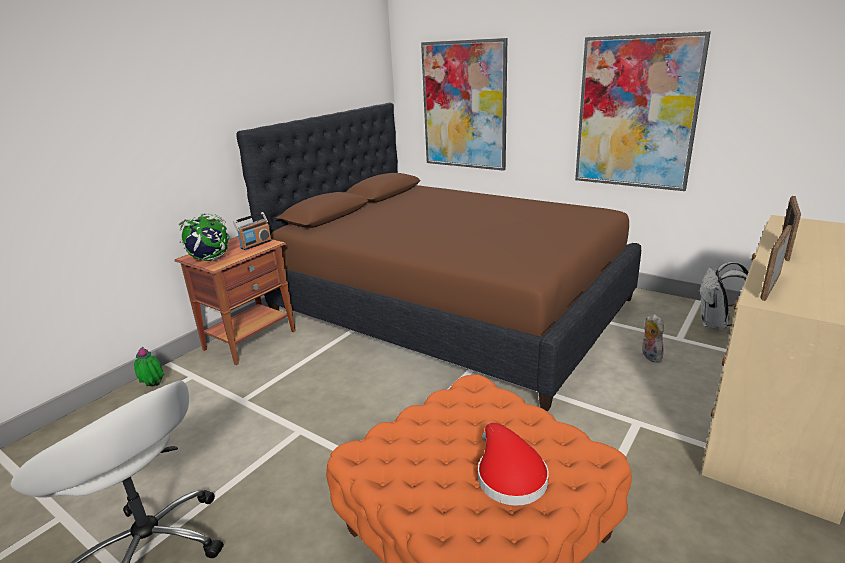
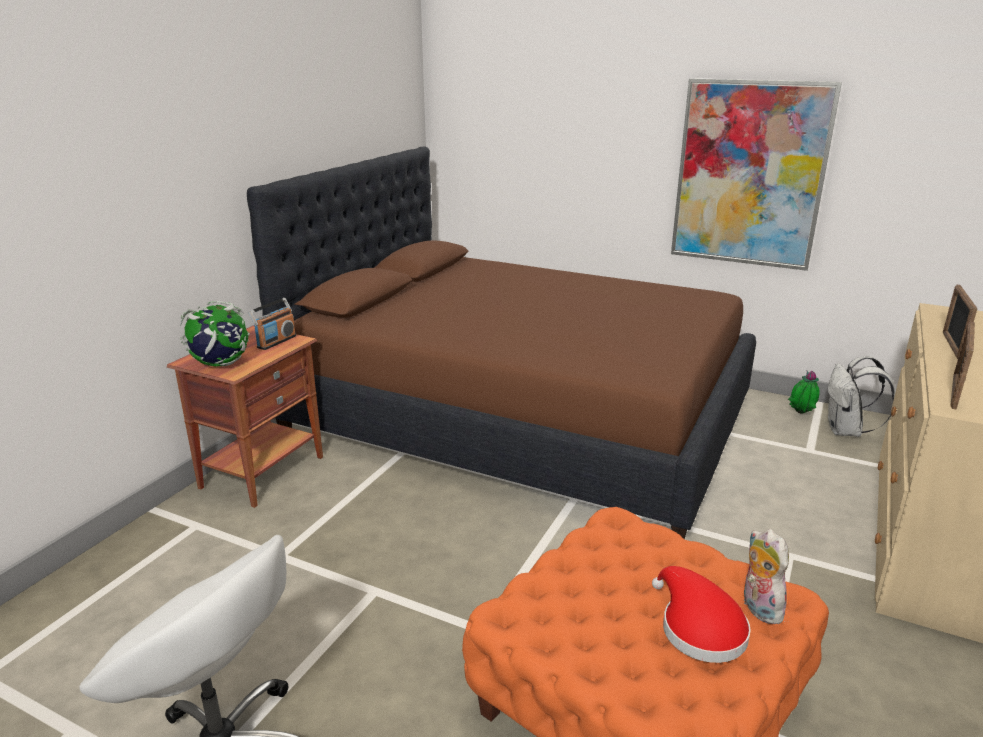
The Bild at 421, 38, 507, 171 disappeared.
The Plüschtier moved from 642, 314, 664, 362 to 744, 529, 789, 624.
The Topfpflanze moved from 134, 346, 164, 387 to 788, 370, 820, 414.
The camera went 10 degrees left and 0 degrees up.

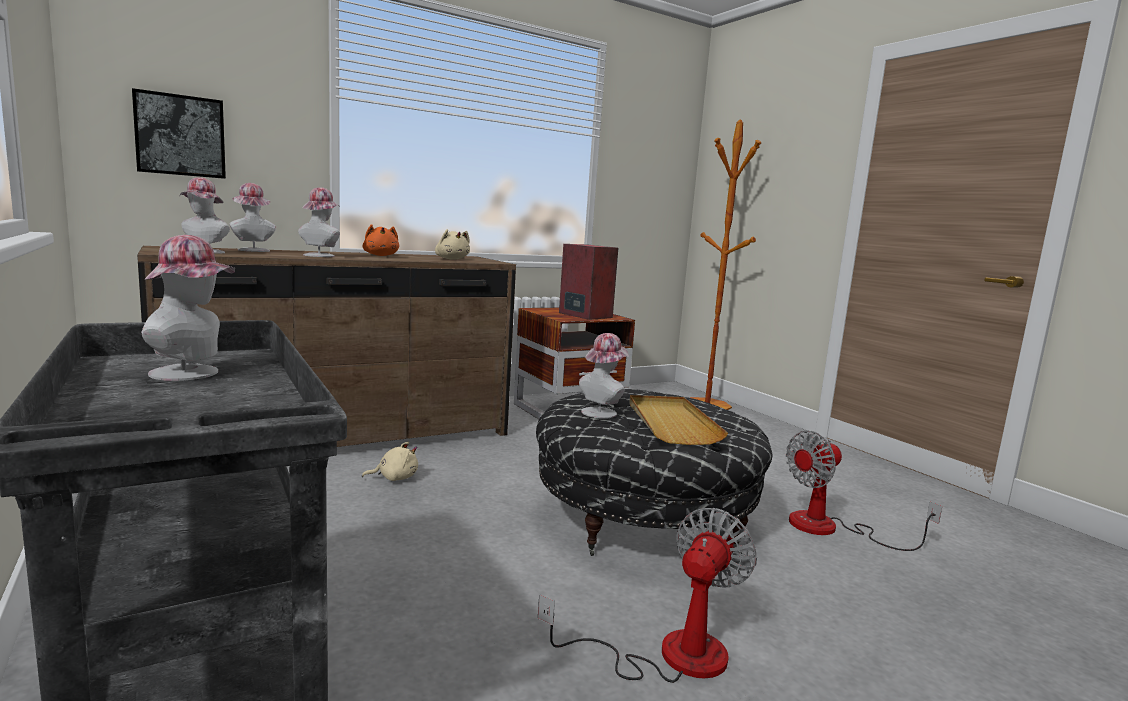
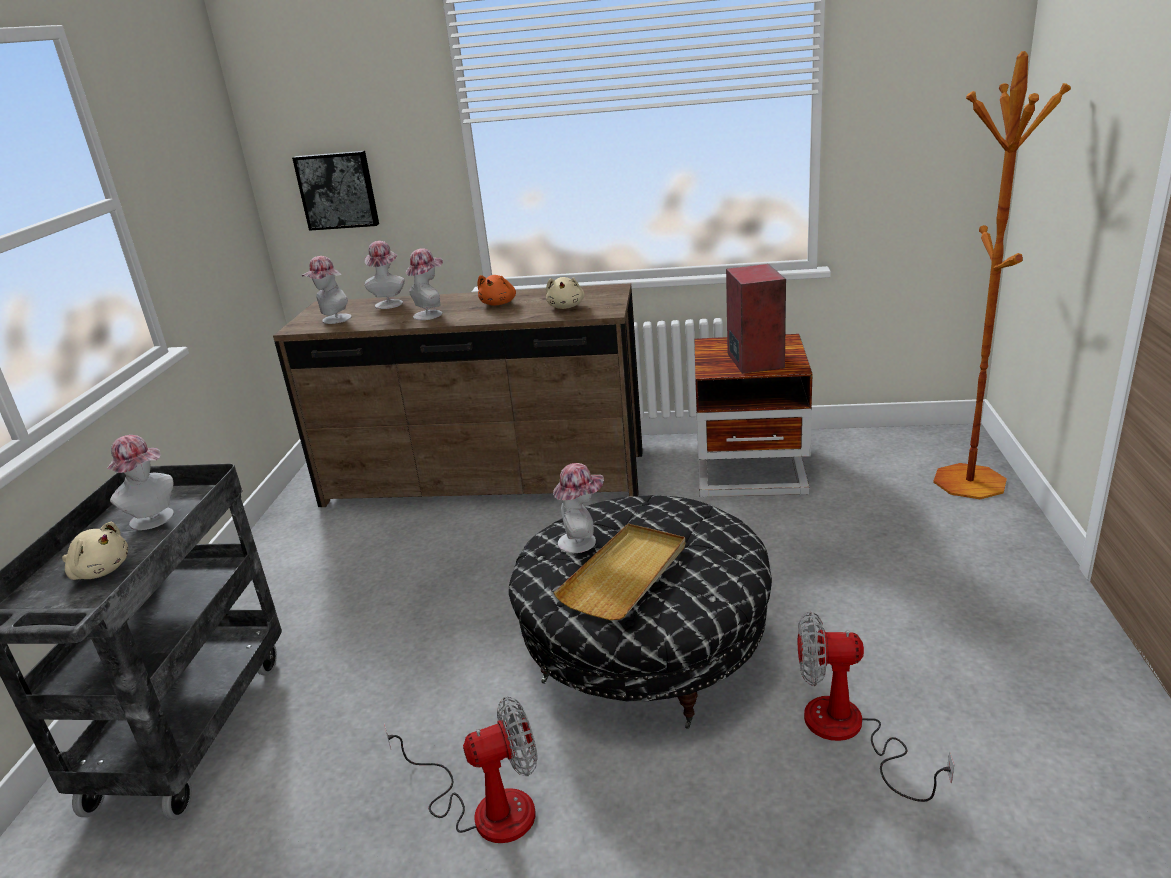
The Plüschtier (beige) moved from 362, 441, 418, 481 to 62, 522, 128, 580.
The camera went 40 degrees right and 15 degrees up.

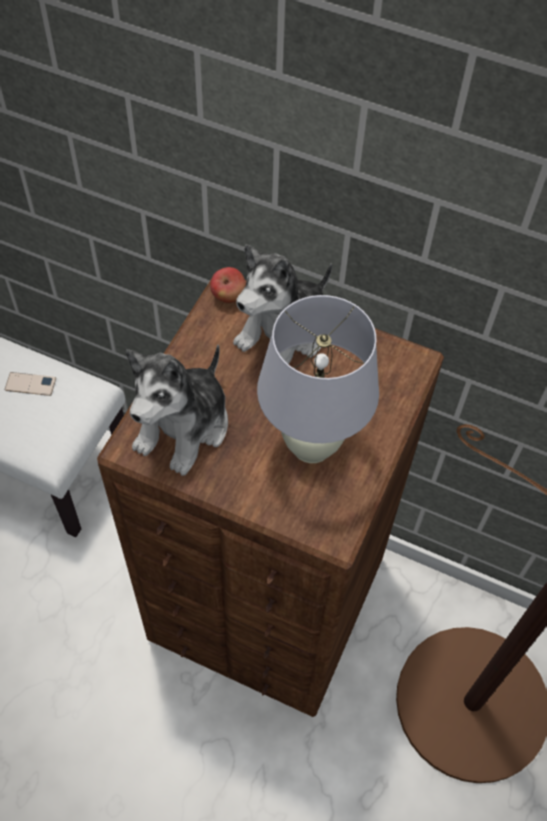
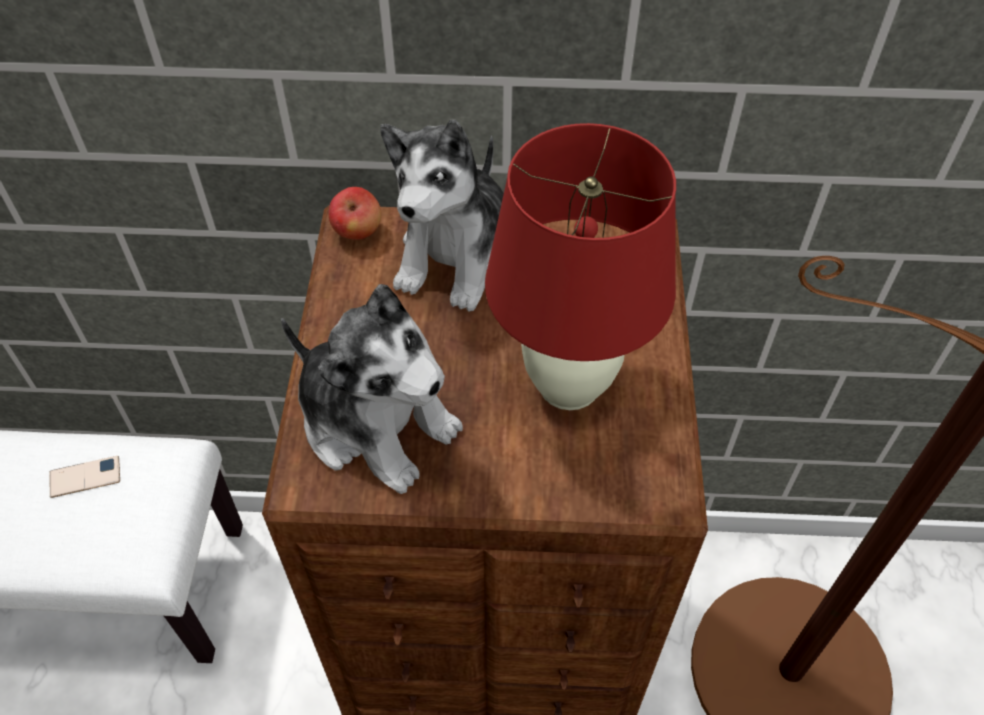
The Tischlampe (weiß) at 257, 295, 379, 463 became the Tischlampe (rot) at 485, 123, 676, 410.
The Plüschtier at 126, 345, 228, 476 turned 60 degrees counterclockwise.
The camera went 20 degrees left and 5 degrees down.

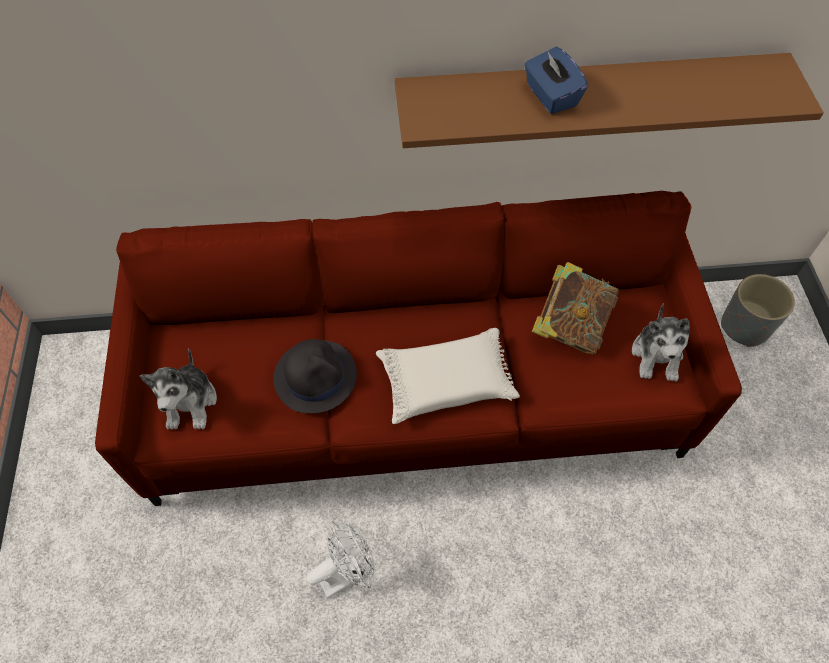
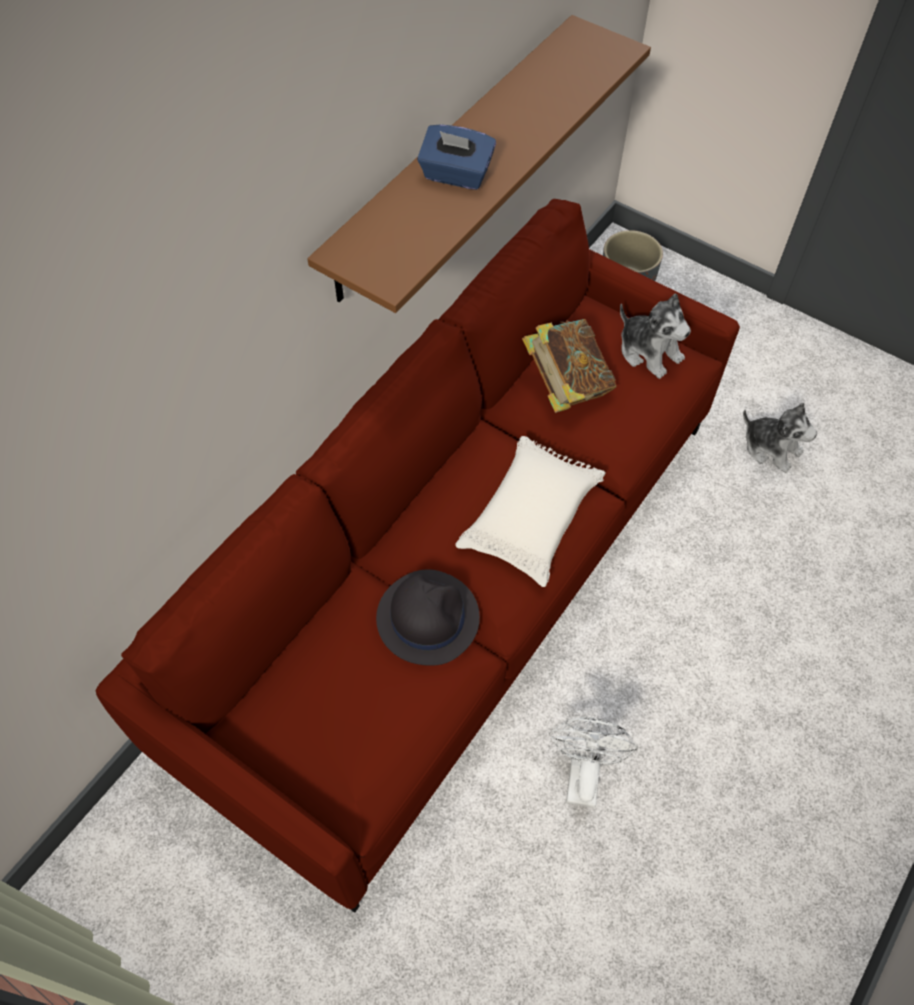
The Plüschtier moved from 140, 349, 217, 430 to 743, 403, 817, 473.
The camera went 50 degrees left and 0 degrees up.

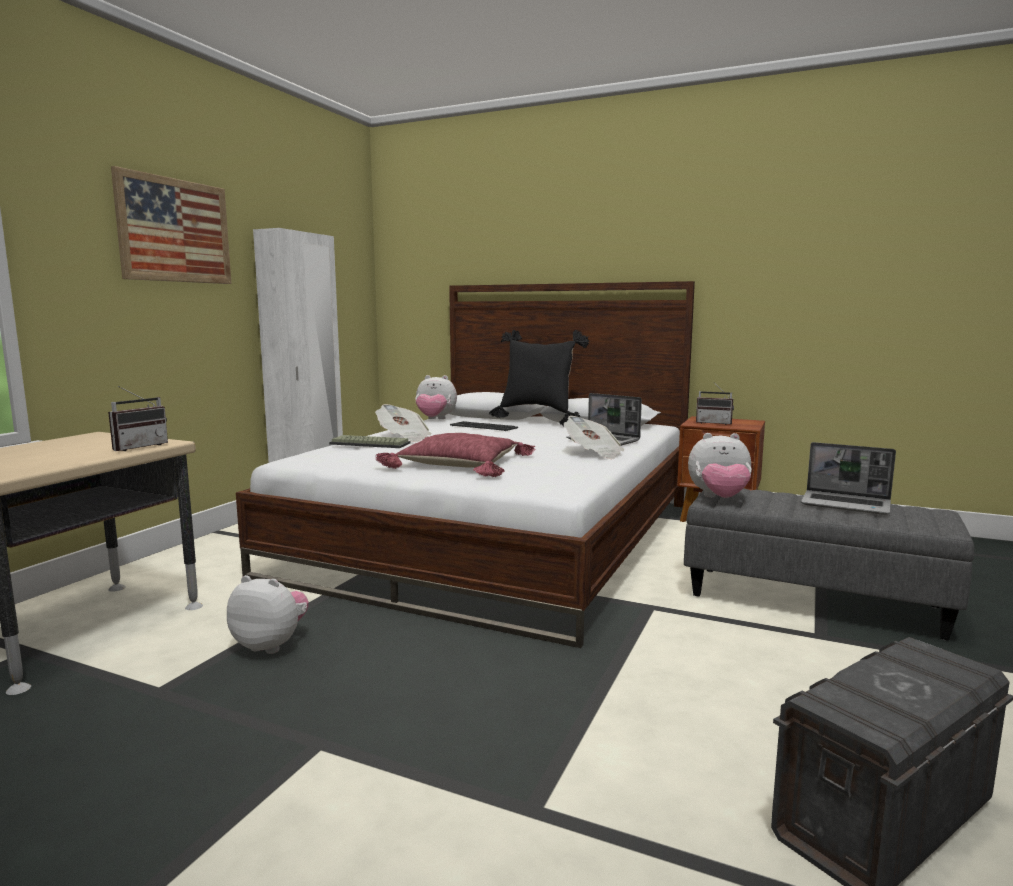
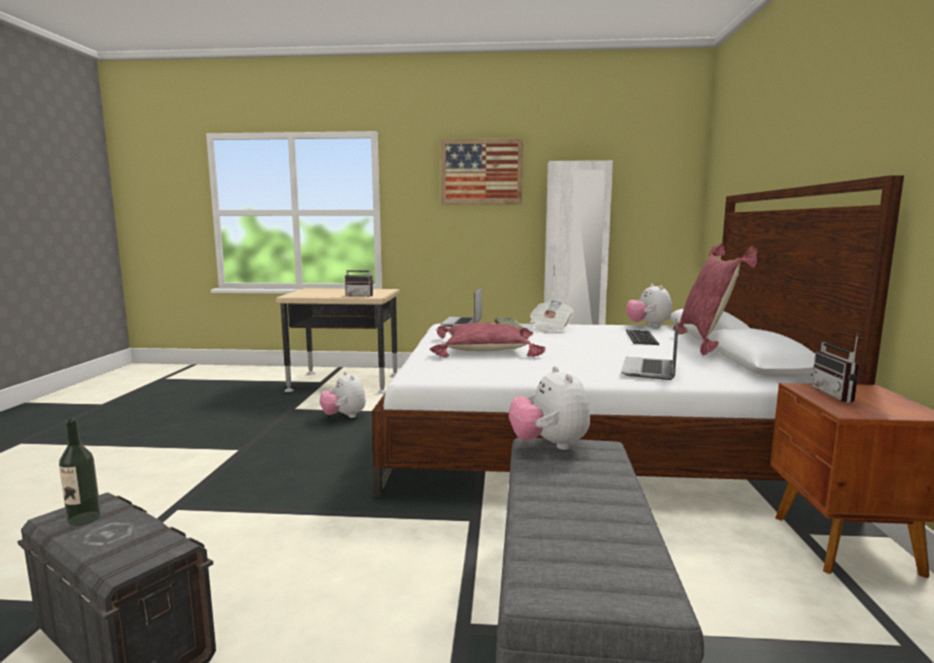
The Kissen (schwarz) at 489, 330, 589, 426 became the Kissen (rot) at 673, 244, 758, 356.
The Zeitung at 564, 416, 624, 459 disappeared.
The Laptop moved from 801, 442, 896, 515 to 441, 287, 482, 327.
The Plüschtier at 227, 575, 309, 654 turned 150 degrees clockwise.
The Flasche at 59, 419, 101, 526 appeared.
The camera went 70 degrees right and 0 degrees up.

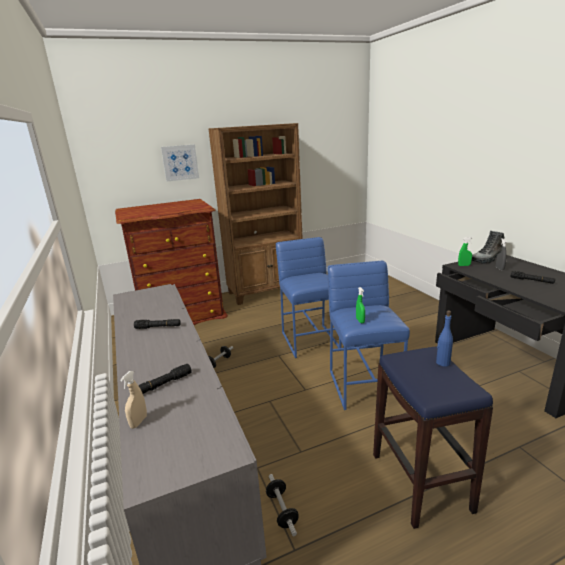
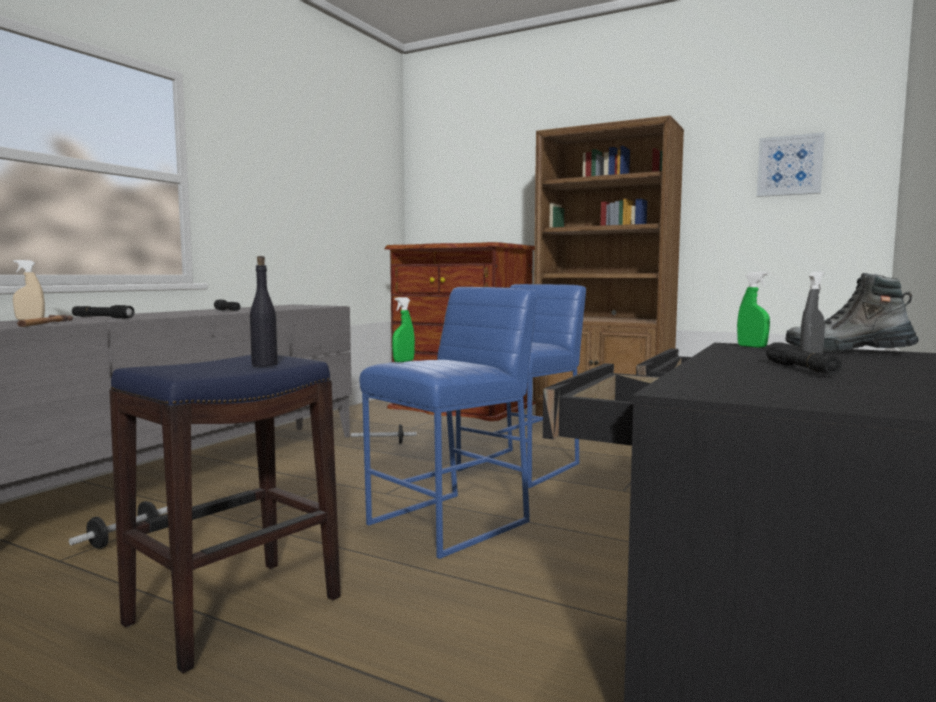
The Bild moved from 161, 145, 199, 181 to 757, 132, 825, 197.
The Flasche (blau) at 436, 310, 453, 367 became the Flasche (schwarz) at 250, 256, 278, 366.
The Hammer at 17, 315, 73, 327 appeared.
The camera went 50 degrees right and 15 degrees down.

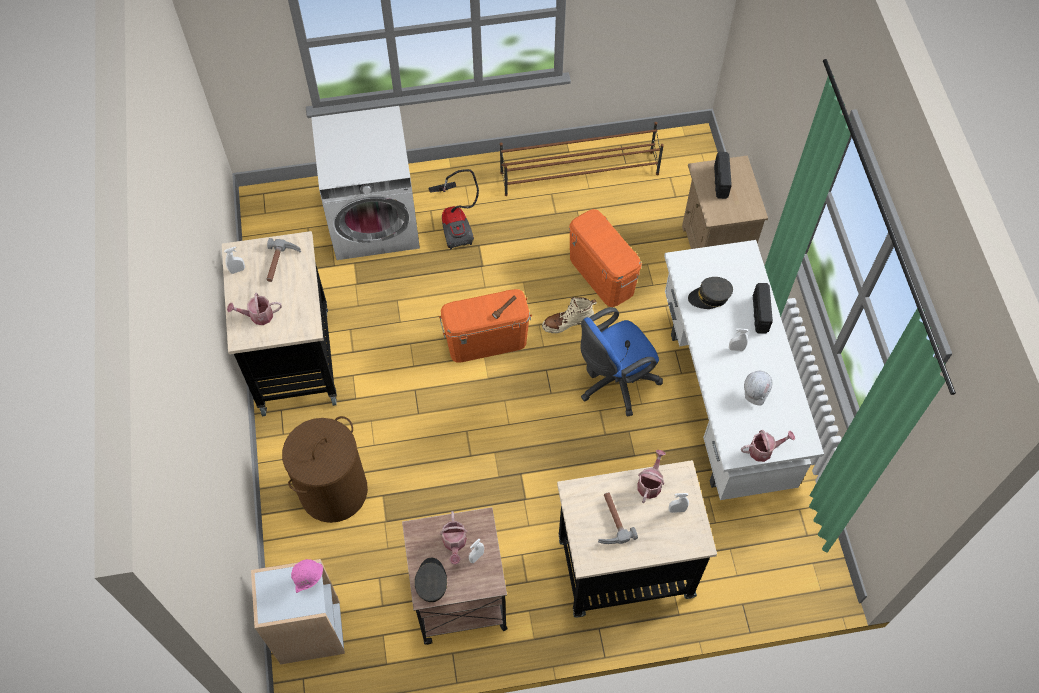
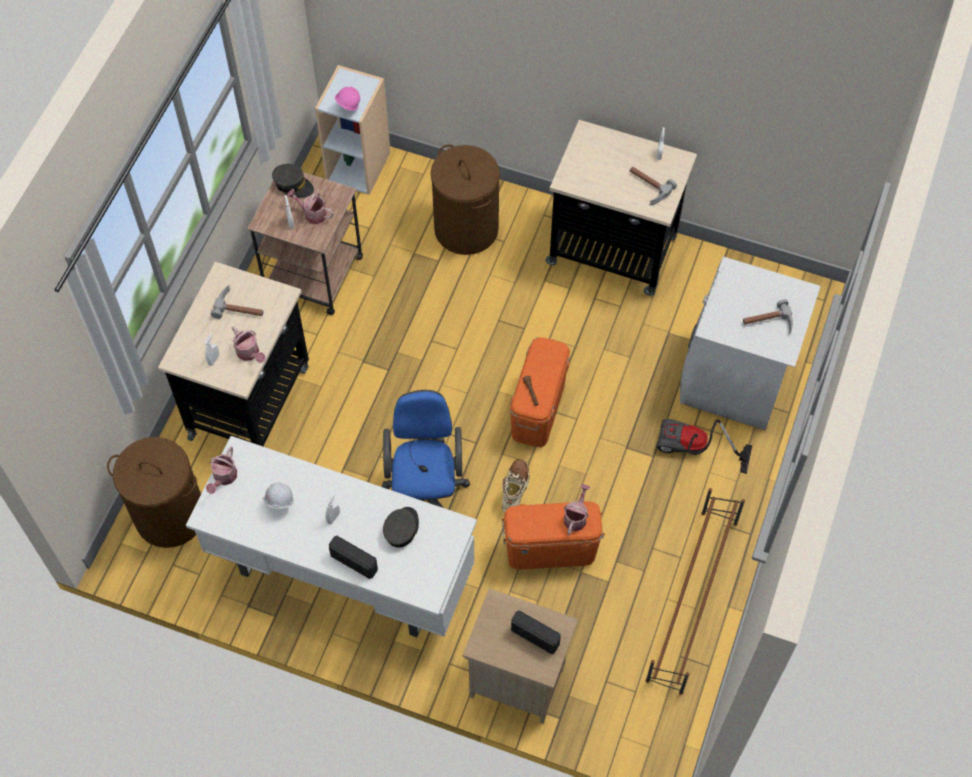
The Gießkanne moved from 227, 293, 282, 325 to 564, 484, 590, 535.
The Hammer at 743, 299, 793, 334 appeared.
The Wäschekorb (braun) at 107, 437, 201, 548 appeared.
The camera went 120 degrees right and 0 degrees up.

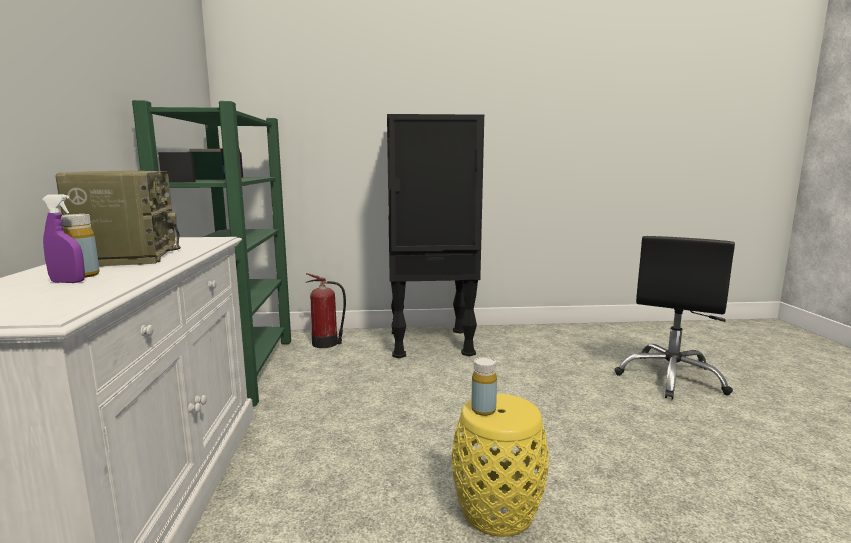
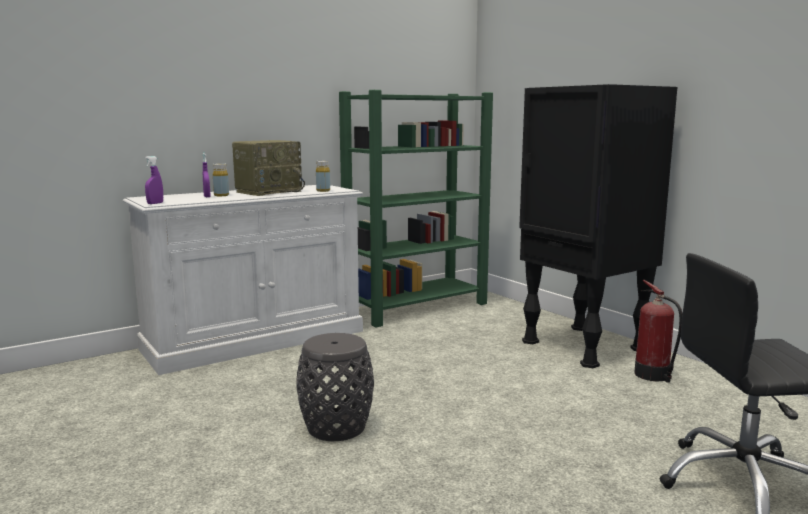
The Feuerlöscher moved from 306, 273, 346, 348 to 634, 280, 682, 383.
The Flasche (gelb) moved from 471, 357, 497, 416 to 316, 161, 330, 192.
The Hocker (gelb) at 452, 394, 549, 537 became the Hocker (grau) at 296, 333, 374, 441.
The Sprühflasche (lila) at 145, 156, 163, 204 appeared.
The camera went 60 degrees right and 0 degrees up.

